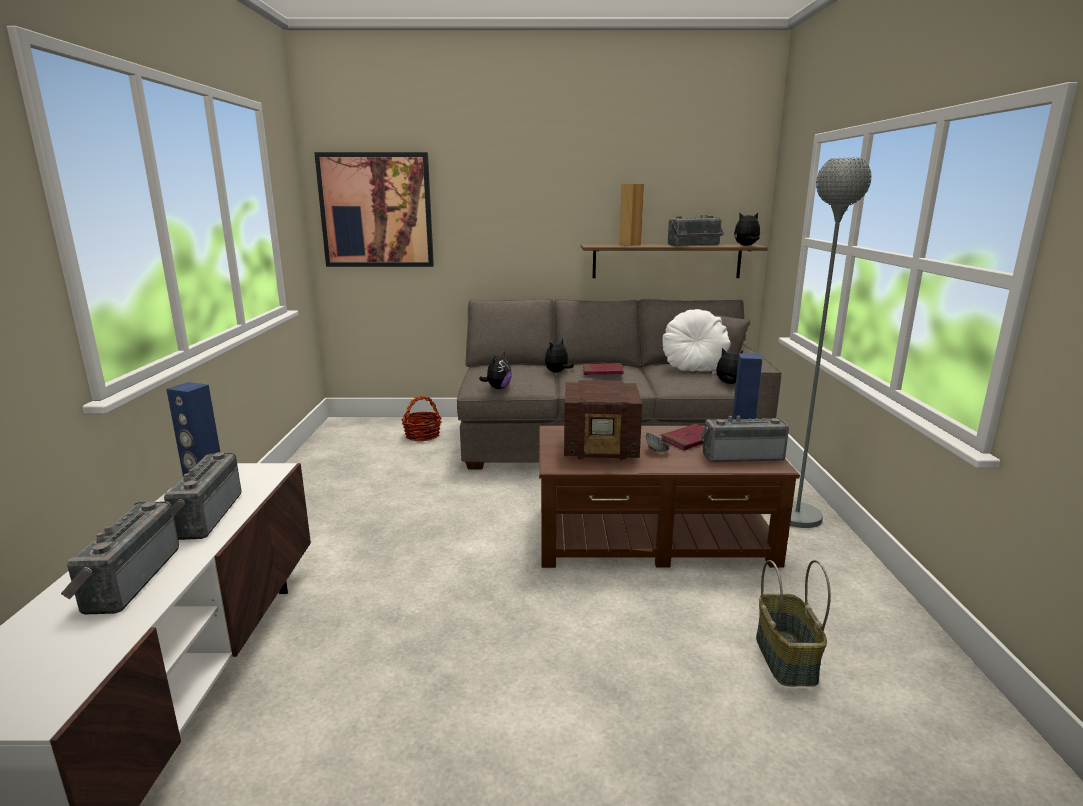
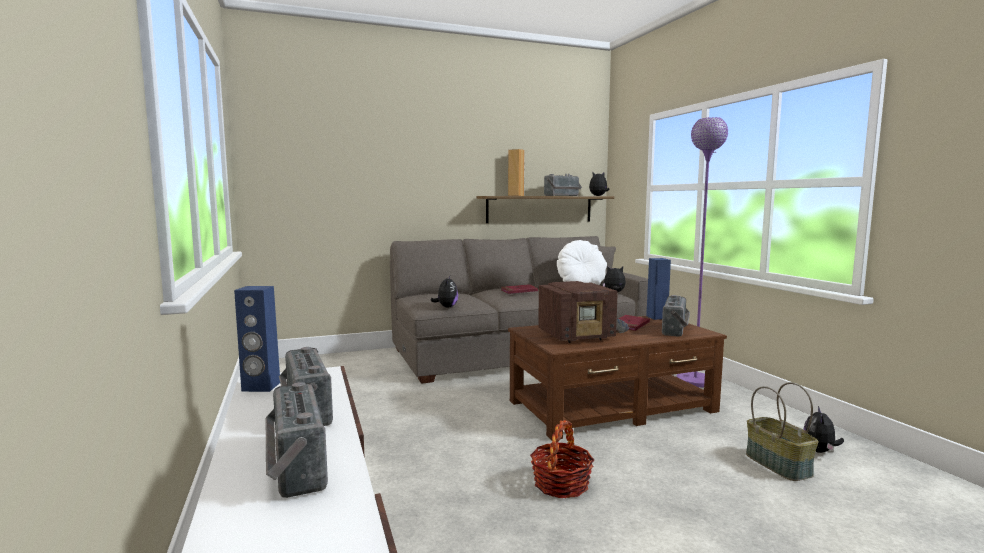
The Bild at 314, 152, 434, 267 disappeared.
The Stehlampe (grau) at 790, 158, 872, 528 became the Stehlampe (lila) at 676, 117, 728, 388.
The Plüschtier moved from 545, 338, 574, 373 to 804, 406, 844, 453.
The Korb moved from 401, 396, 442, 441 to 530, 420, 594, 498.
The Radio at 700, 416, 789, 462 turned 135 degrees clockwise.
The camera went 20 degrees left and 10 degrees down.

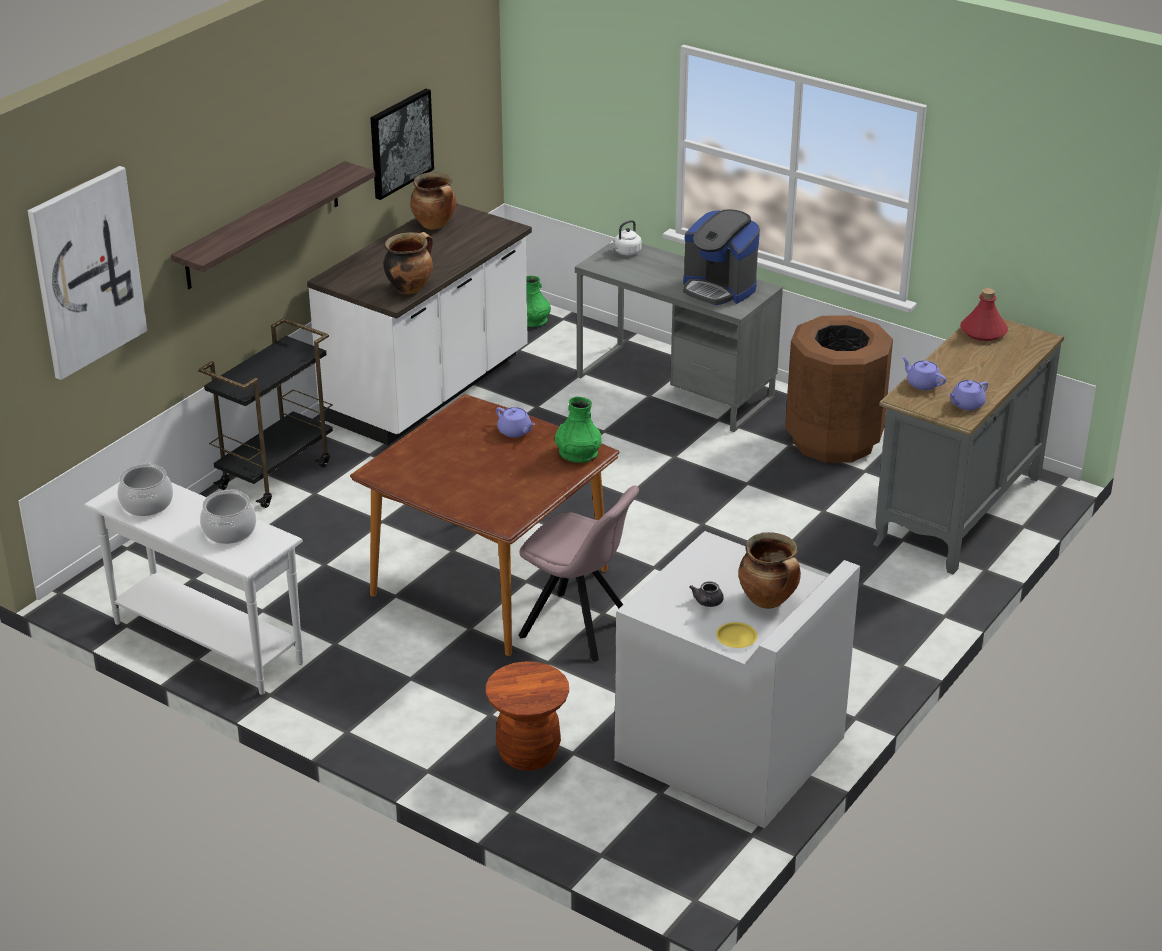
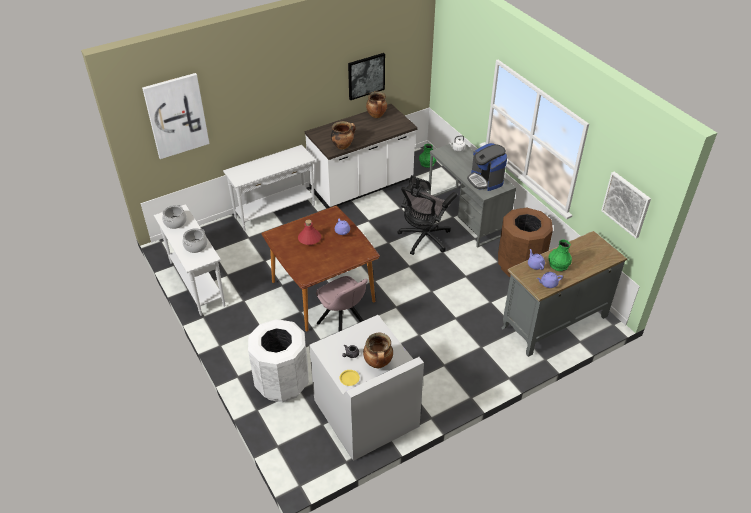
The Wandregal at 171, 161, 375, 289 disappeared.
The Flasche (rot) moved from 960, 288, 1008, 341 to 298, 220, 321, 245.
The Rollwagen (schwarz) at 198, 318, 333, 508 was replaced by the Konsolentisch (weiß) at 223, 145, 316, 231.
The Vase (grün) moved from 555, 397, 602, 463 to 548, 239, 572, 271.
The Hocker (braun) at 486, 661, 569, 771 was replaced by the Mülleimer (weiß) at 248, 319, 309, 402.
The Bild at 601, 172, 651, 238 appeared.
The Bürostuhl at 397, 175, 457, 255 appeared.
The camera went 25 degrees right and 10 degrees up.

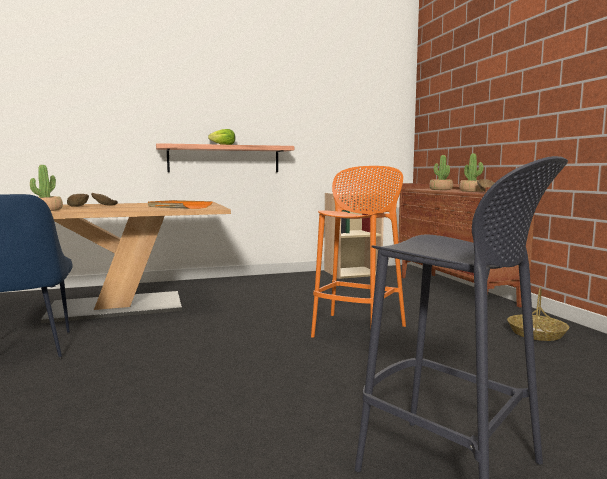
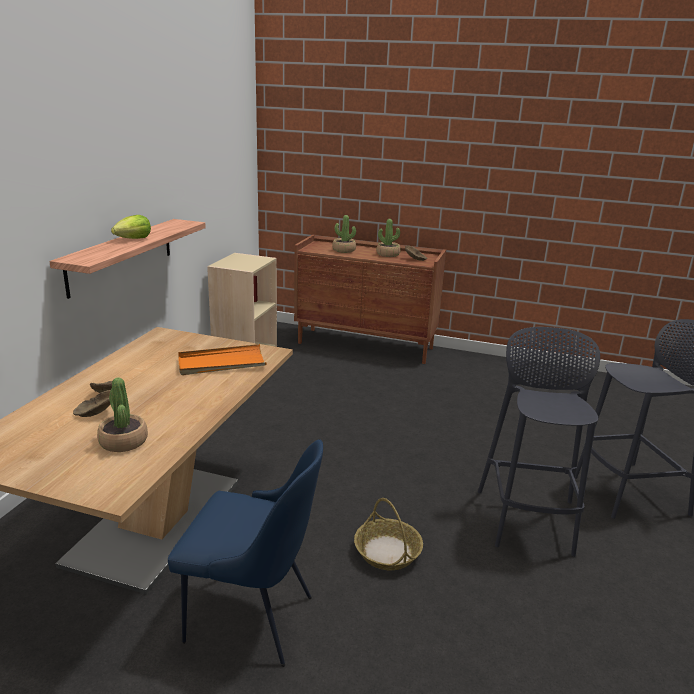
The Hocker (orange) at 311, 166, 406, 338 disappeared.
The Korb moved from 507, 287, 569, 341 to 354, 498, 423, 570.
The Hocker (grau) at 478, 327, 600, 557 appeared.
The camera went 55 degrees left and 15 degrees up.

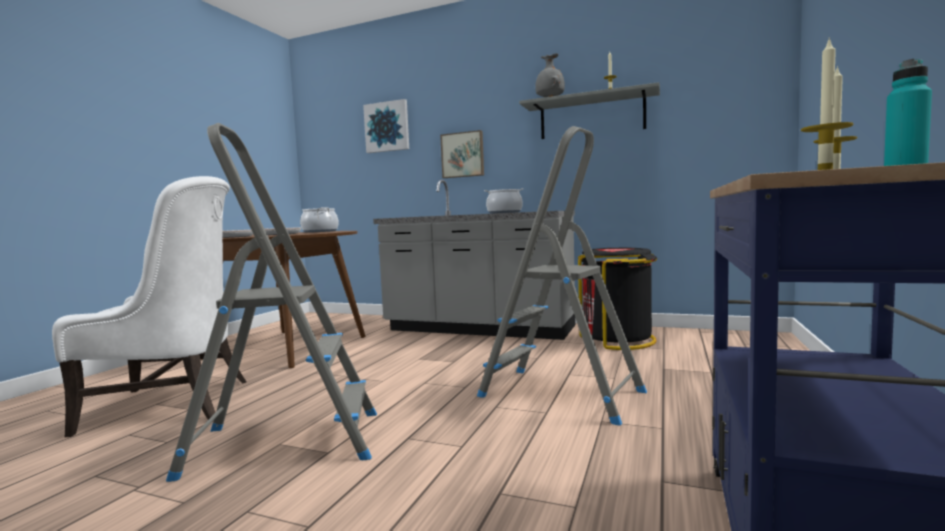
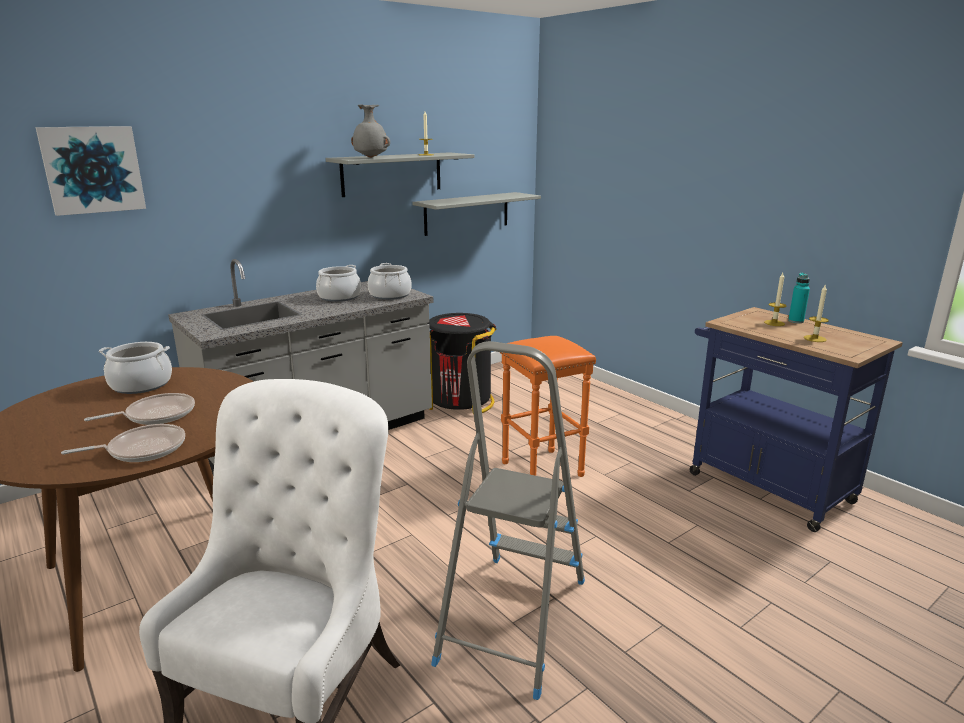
The Trittleiter (grau) at 477, 126, 647, 426 was replaced by the Hocker (orange) at 500, 336, 596, 477.
The Bild at 440, 130, 484, 178 disappeared.
The Wandregal (grau) at 412, 192, 541, 236 appeared.
The Kochtopf at 368, 263, 412, 300 appeared.
The camera went 60 degrees left and 15 degrees up.

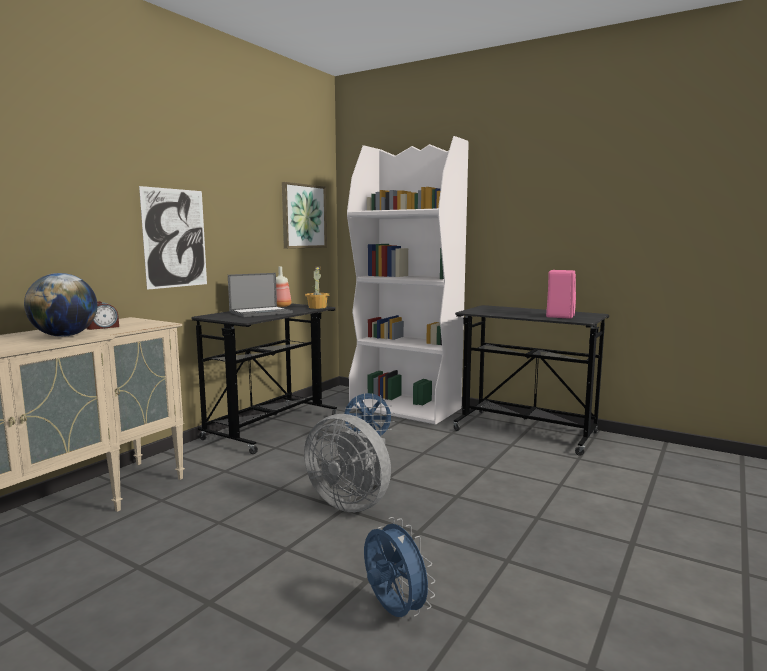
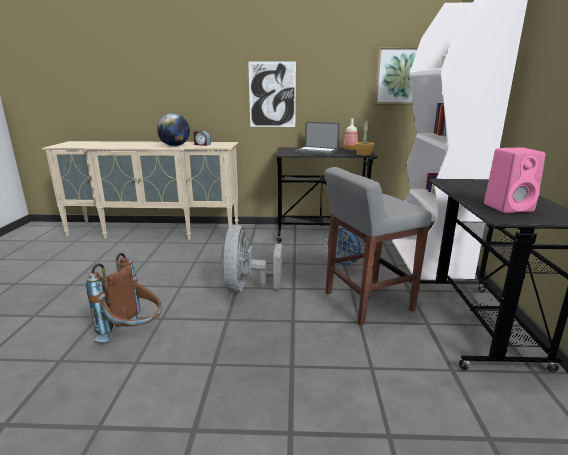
The Ventilator (blau) at 364, 517, 435, 617 was replaced by the Rucksack (braun) at 86, 253, 162, 342.
The Hocker (grau) at 325, 167, 432, 325 appeared.
The camera went 60 degrees right and 10 degrees up.

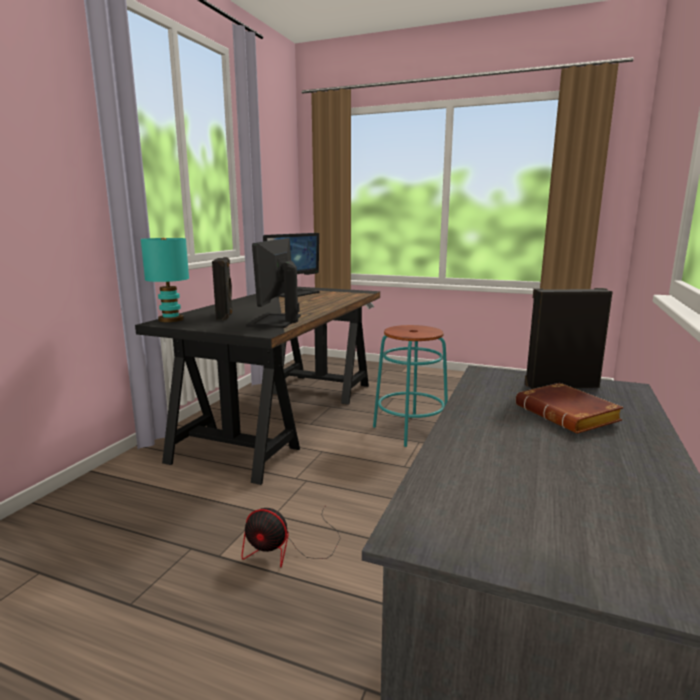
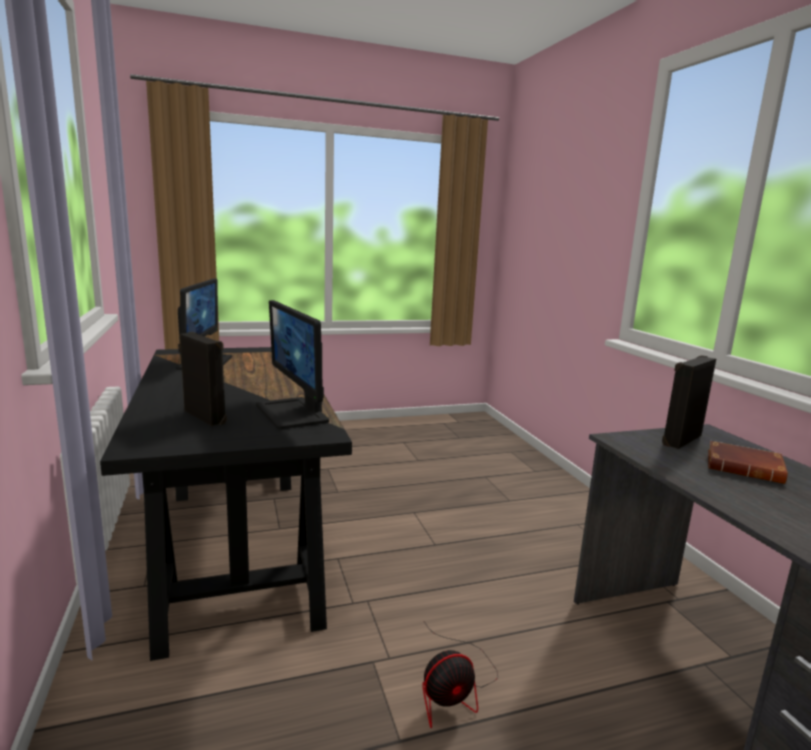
The Tischlampe (türkis) at 141, 238, 189, 322 disappeared.
The Hocker (türkis) at 373, 325, 448, 447 disappeared.
The camera went 40 degrees left and 0 degrees up.

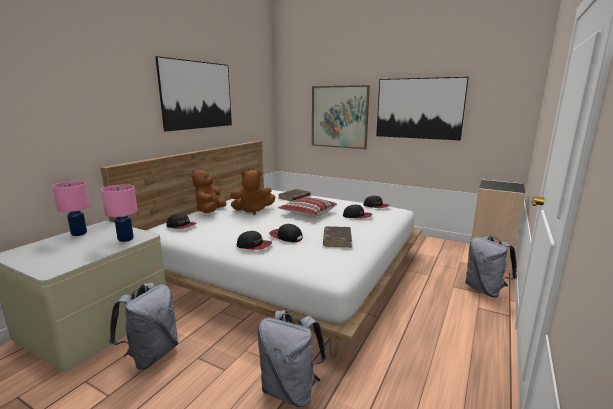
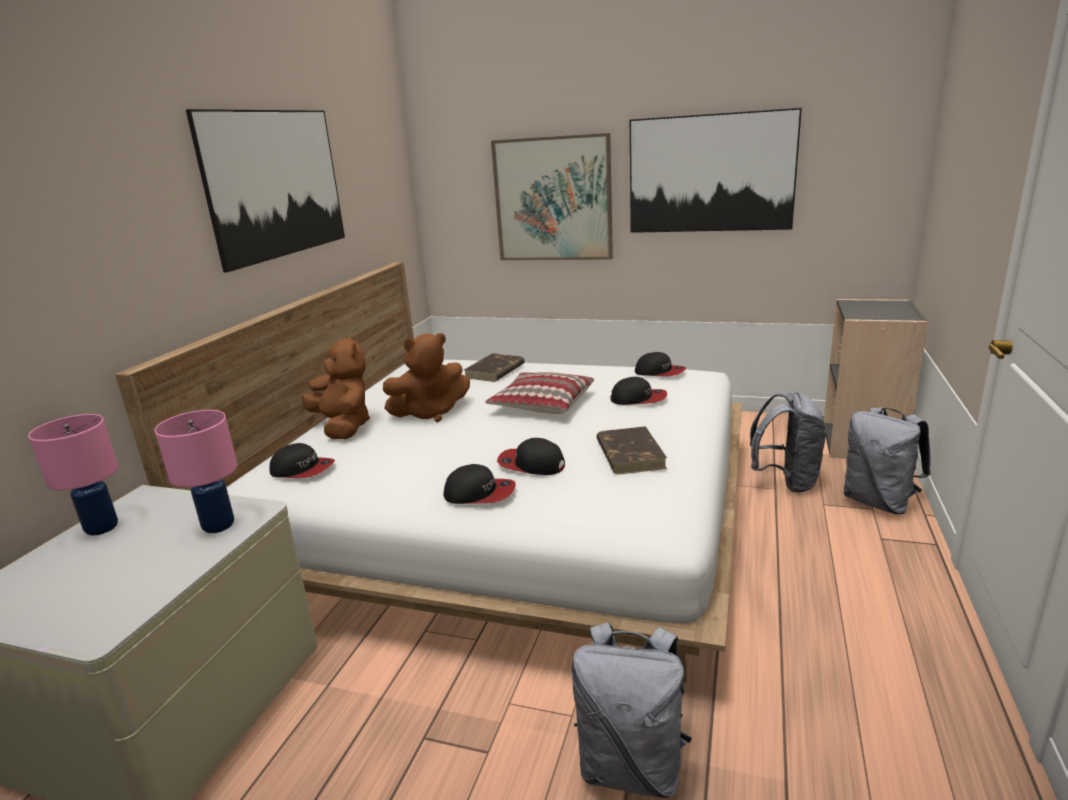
The Plüschtier (braun) at 192, 168, 227, 213 turned 150 degrees clockwise.
The Rucksack (grau) moved from 109, 283, 179, 370 to 750, 392, 826, 493.
The camera went 10 degrees left and 5 degrees up.

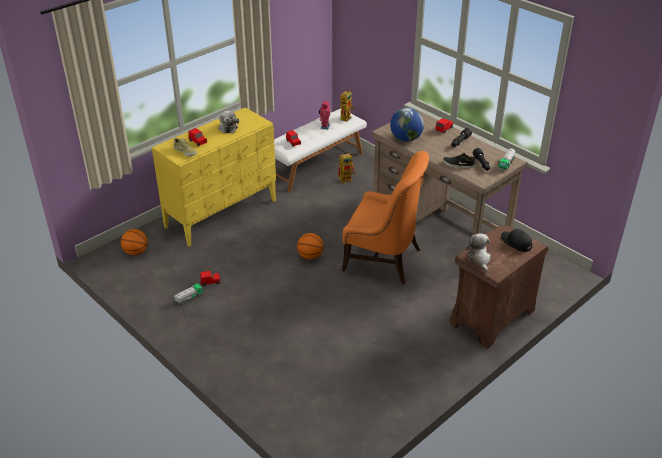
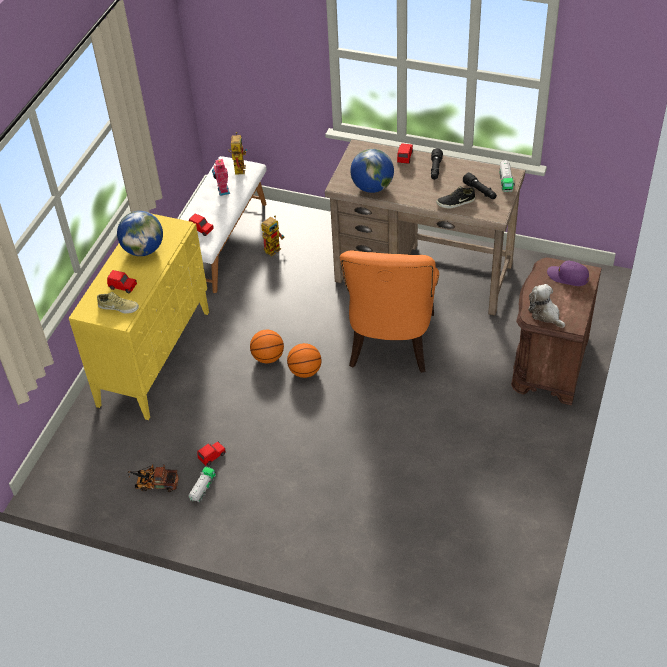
The Plüschtier at 218, 110, 239, 133 was replaced by the Globus at 117, 211, 163, 256.
The Stuhl (orange) at 342, 151, 429, 285 turned 105 degrees clockwise.
The Basketball moved from 121, 229, 148, 255 to 250, 330, 284, 363.
The Kappe (schwarz) at 501, 229, 532, 252 became the Kappe (lila) at 547, 261, 589, 286.
The Spielzeuglaster at 128, 464, 179, 492 appeared.
The camera went 25 degrees left and 10 degrees up.

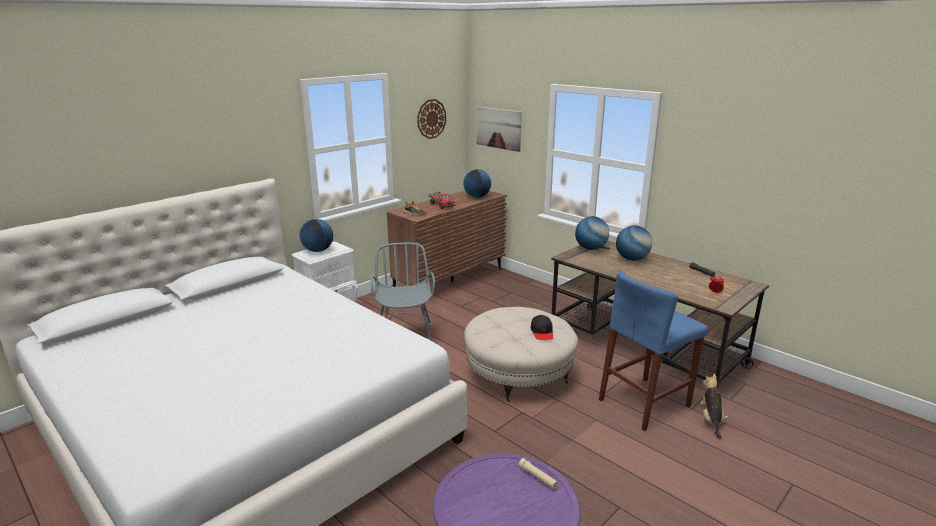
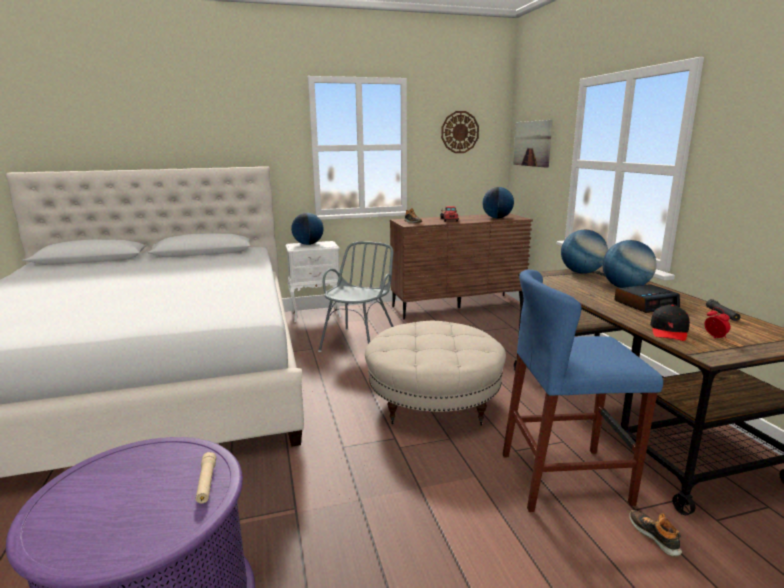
The Kappe (schwarz) moved from 531, 315, 553, 340 to 650, 305, 690, 341.
The Plüschtier at 701, 374, 728, 439 was replaced by the Schuh at 629, 510, 682, 557.
The Wecker at 614, 284, 680, 313 appeared.
The camera went 30 degrees right and 5 degrees down.

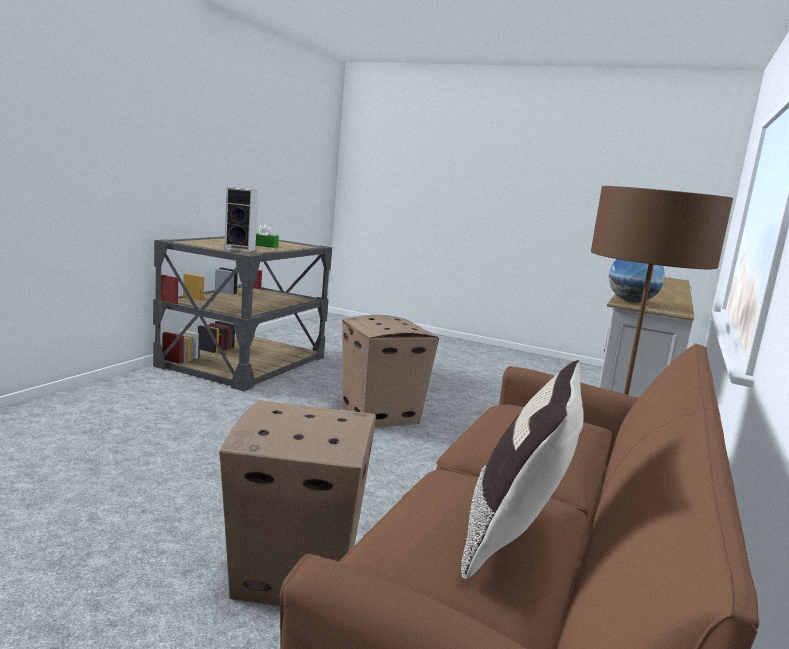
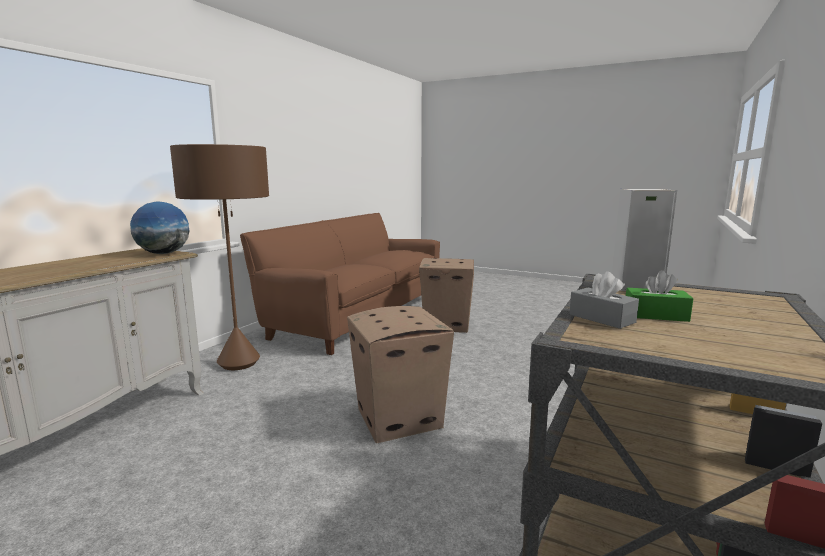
The Kissen at 461, 360, 584, 579 disappeared.
The Taschentuchbox (grau) at 569, 271, 639, 329 appeared.
The camera went 175 degrees left and 0 degrees up.

